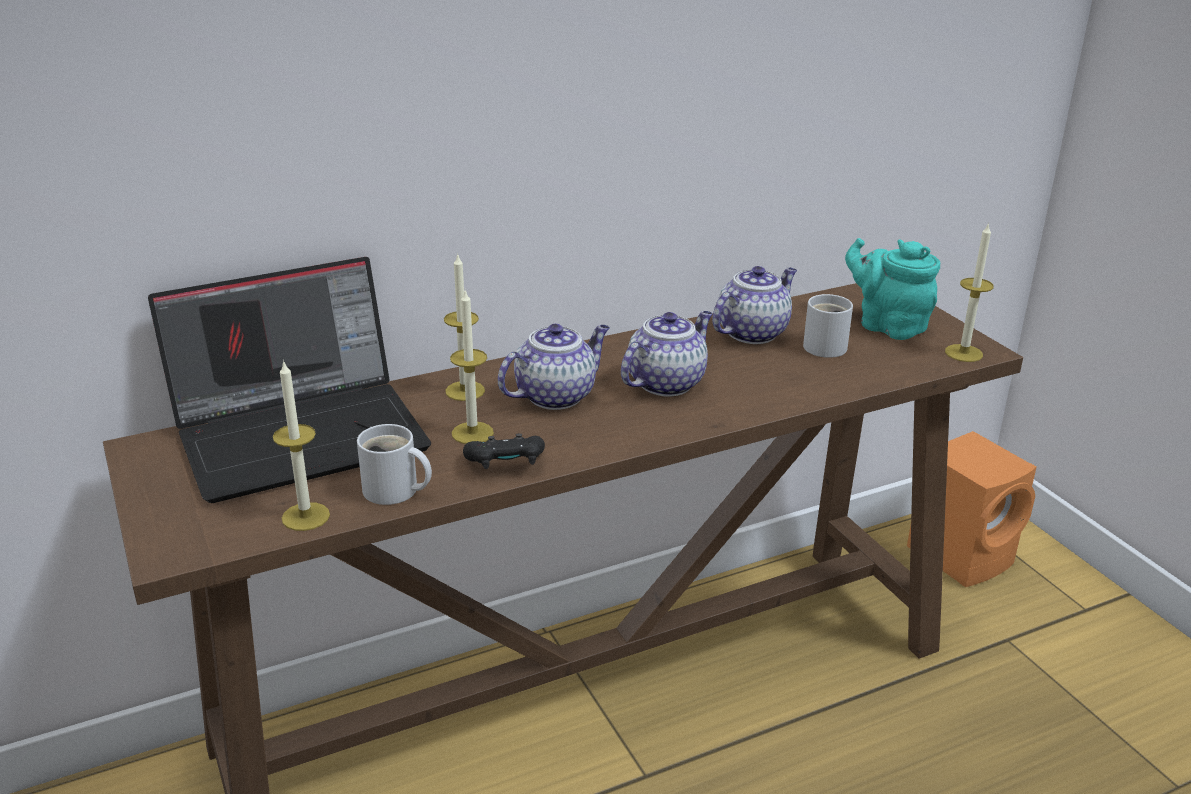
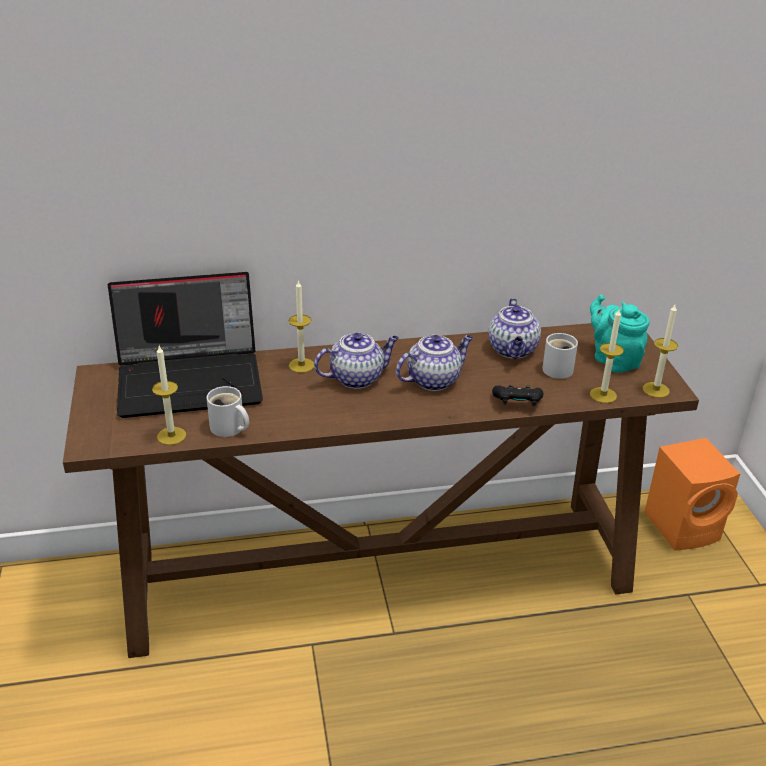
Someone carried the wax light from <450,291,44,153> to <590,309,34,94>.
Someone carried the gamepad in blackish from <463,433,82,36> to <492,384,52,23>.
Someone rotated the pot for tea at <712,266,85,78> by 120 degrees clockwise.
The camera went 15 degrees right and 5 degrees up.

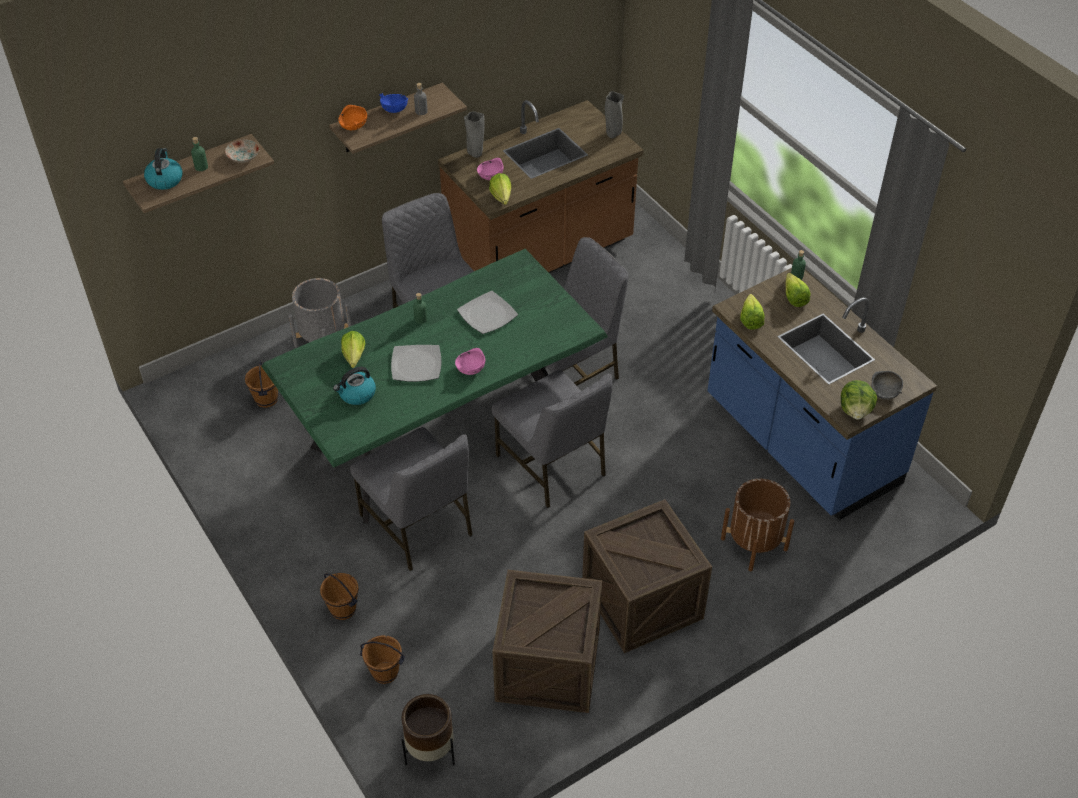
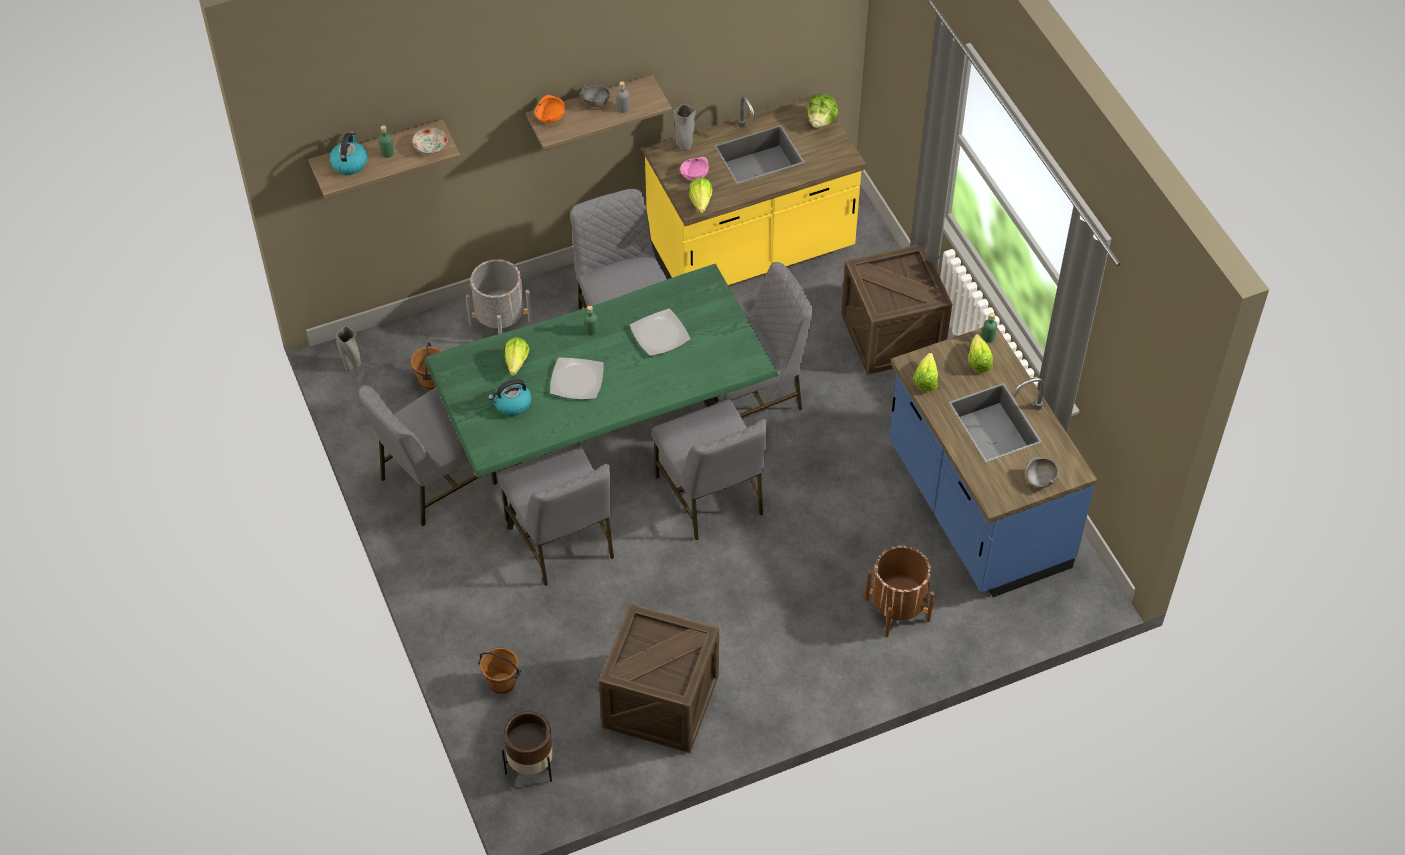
Someone took away the pail in brown-coloured at <320,573,39,47>.
Someone repainted the deep dish in blue-coloured at <379,93,29,20>, which became the deep dish in greyish at <581,85,30,22>.
Someone repainted the counter in brown-coloured at <438,100,206,173>, which became the counter in yellow-coloured at <643,93,223,192>.
Someone took away the deep dish in pinkish at <455,348,30,27>.
Someone carried the crate from <582,499,130,154> to <841,245,111,130>.
Someone carried the flower vase in greyish from <605,91,19,47> to <336,326,25,45>.
Someone carried the lettuce head from <841,380,36,39> to <807,94,32,34>.
Someone put down the plain chair in greyish at <359,385,138,141>.
The camera went 10 degrees right and 5 degrees up.

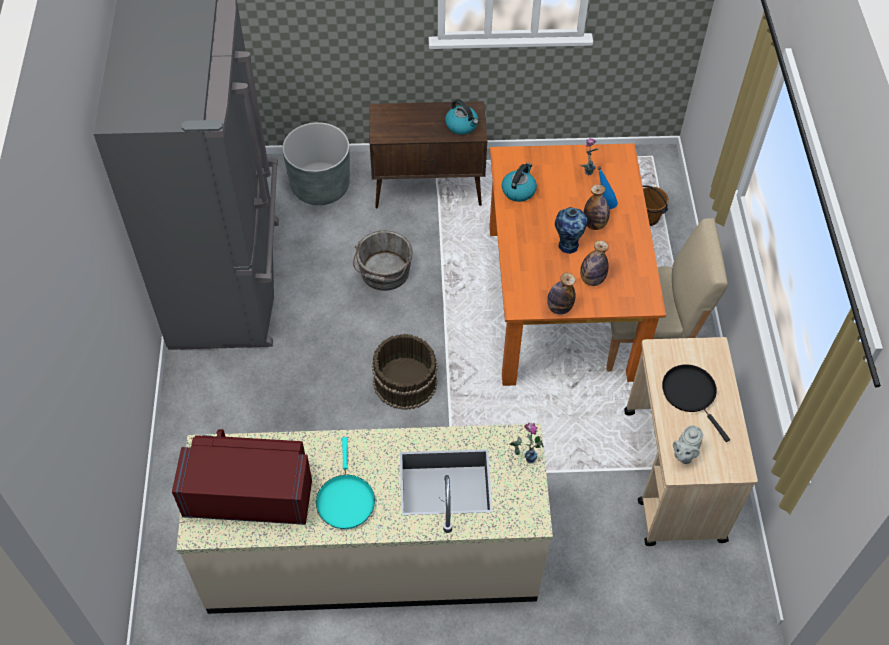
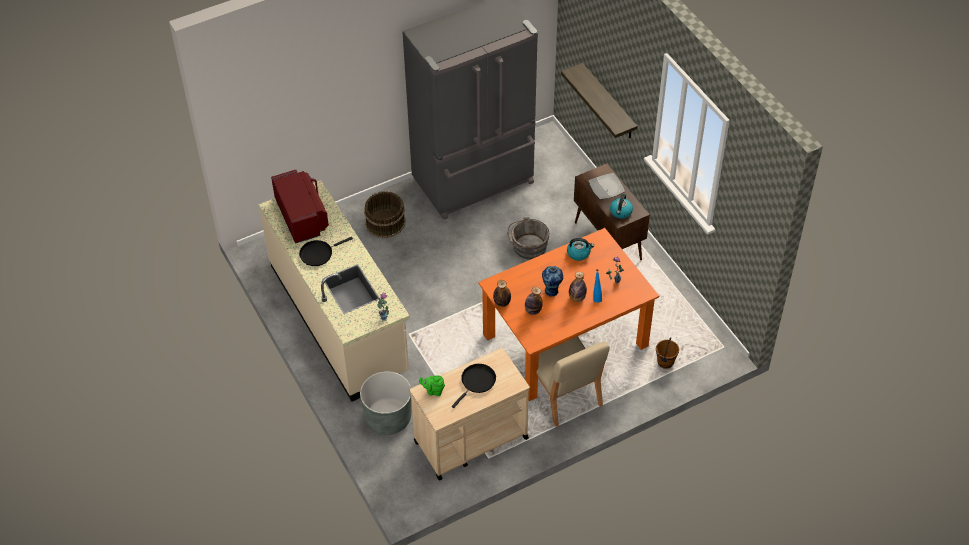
Someone carried the plant pot in greyish from <282,122,68,83> to <360,371,52,64>.
Someone repainted the pan in turquoise-coloured at <316,437,59,92>, which became the pan in blackish at <299,237,54,29>.
Someone carried the pail in brown-coloured from <372,334,66,76> to <364,191,42,47>.
Someone repainted the pot for tea in greyish at <673,425,30,39>, which became the pot for tea in green-coloured at <419,375,26,21>.
Someone put up the shelf at <561,63,77,75>.
Someone put down the flat dish at <589,173,36,26>.
The camera went 65 degrees right and 5 degrees down.

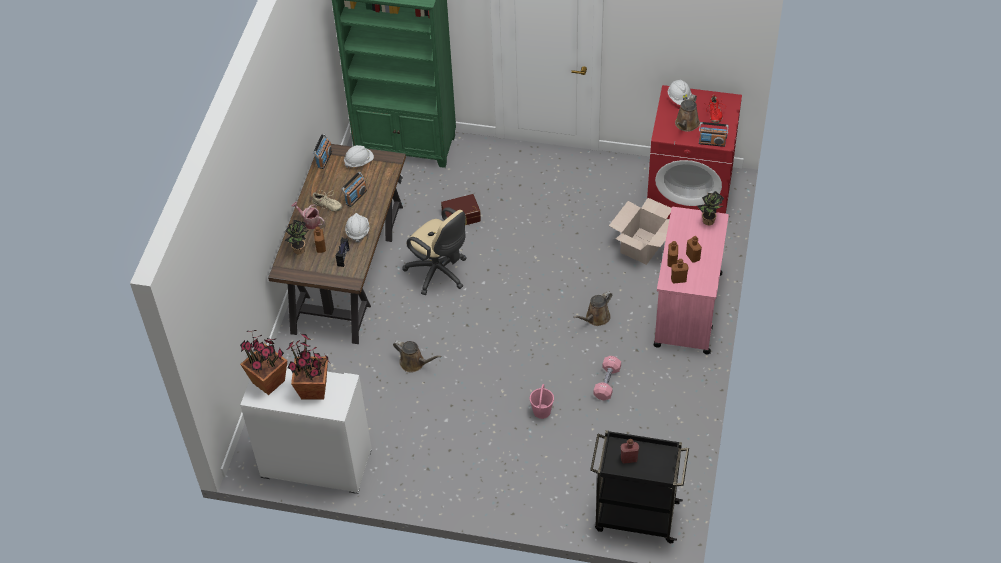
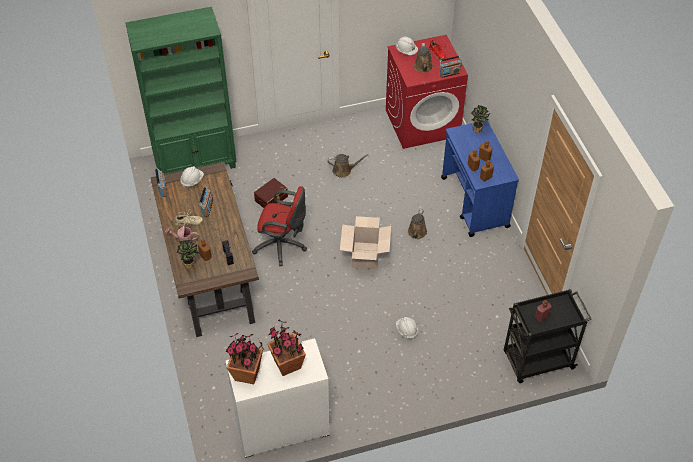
Someone carried the hard hat in white-coloured from <345,213,24,29> to <396,317,22,23>.
Someone carried the watering pot in brown-coloured from <393,340,49,32> to <328,154,41,24>.
Someone repainted the desk chair in sand-coloured at <402,207,65,88>, which became the desk chair in red at <252,186,55,80>.
Someone took away the pail in pinkish at <530,384,24,35>.
Someone took away the free weight in pinkish at <593,356,28,44>.
Someone carried the cardboard box from <609,198,62,67> to <340,216,51,53>.
Someone repainted the cart in pinkish at <654,207,75,147>, which became the cart in blue-coloured at <441,120,78,117>.
The camera went 30 degrees left and 0 degrees up.

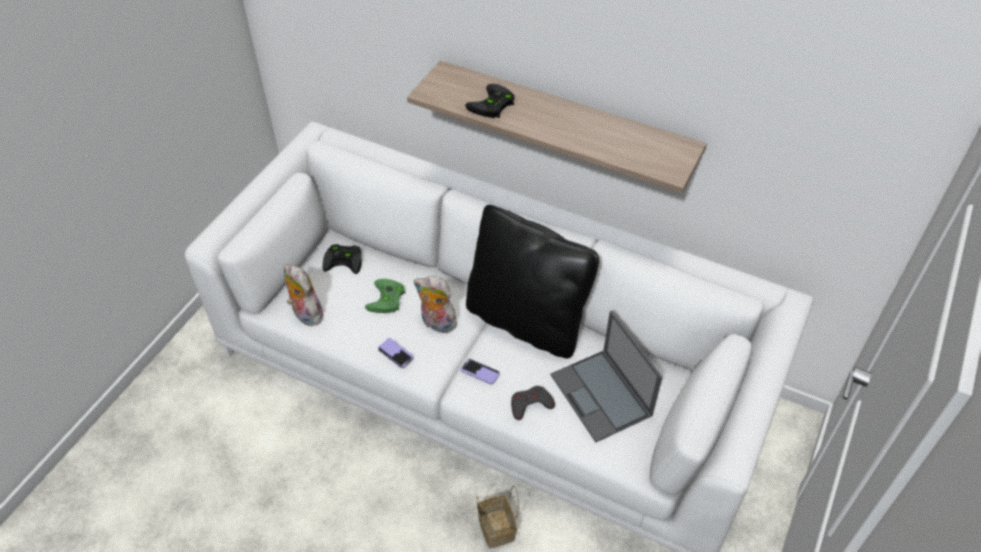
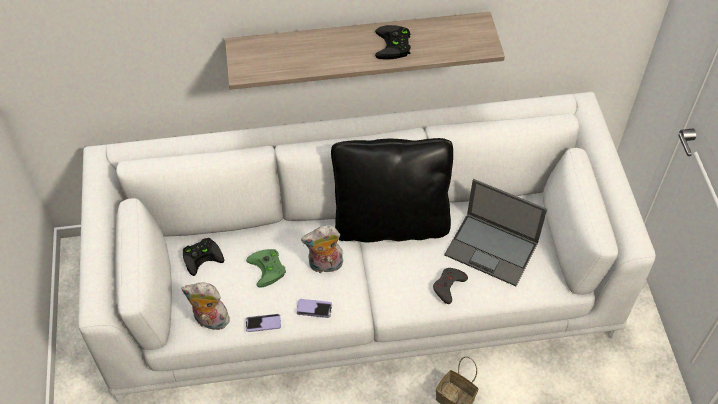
Someone carried the handset from <461,359,39,26> to <245,314,36,18>.
Someone carried the gamepad in blackish from <465,84,50,34> to <375,25,36,34>.
The camera went 35 degrees left and 5 degrees up.

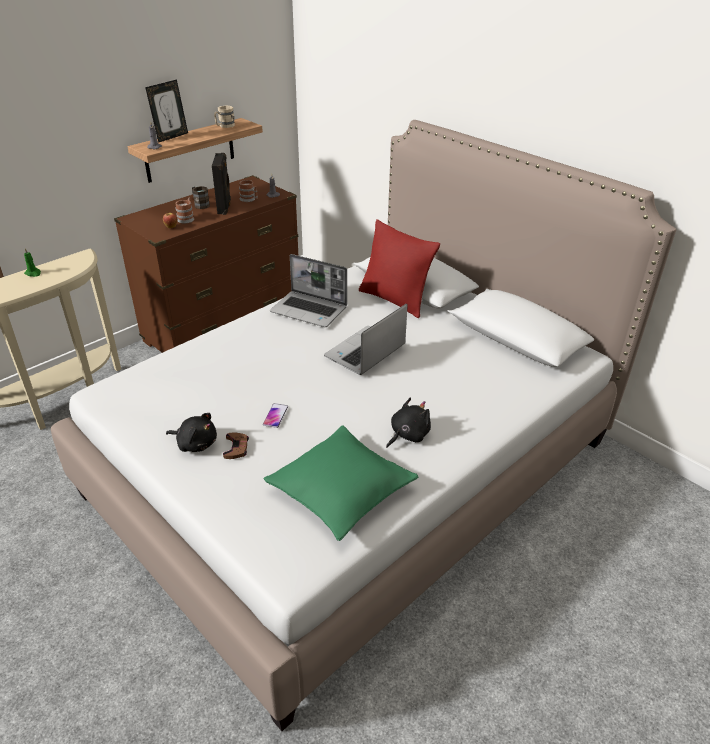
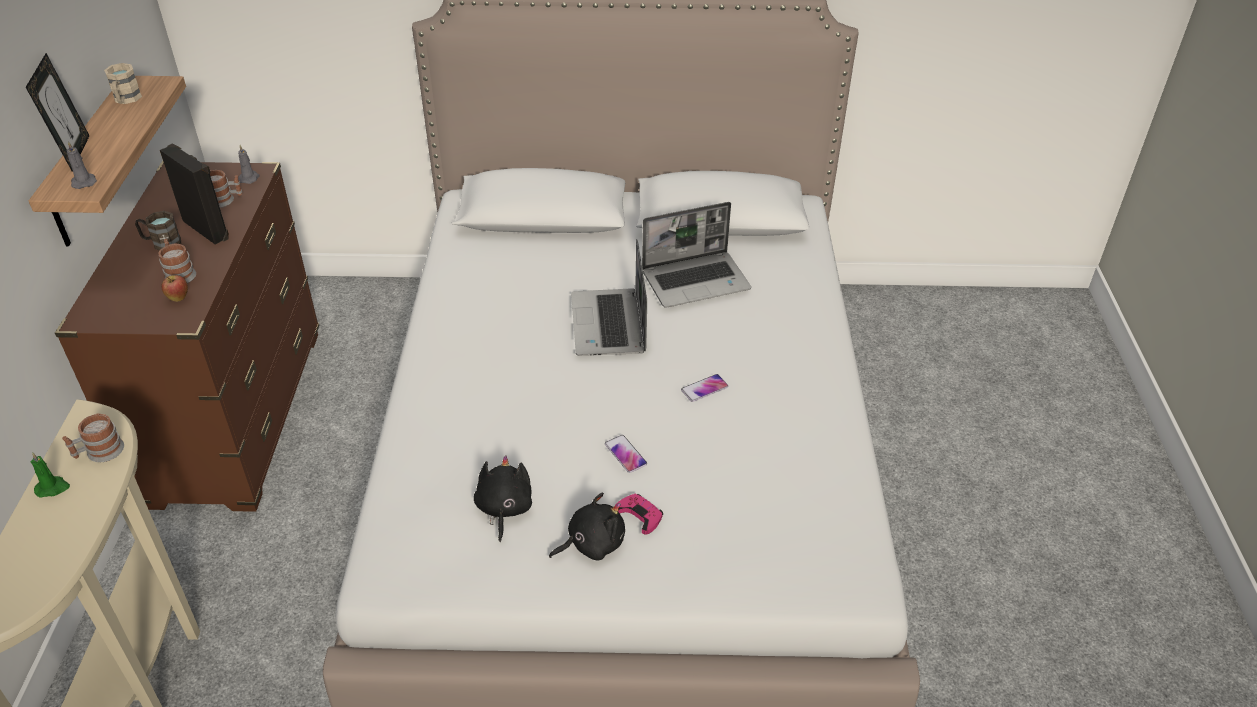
Someone repainted the gamepad in brown-coloured at <223,433,26,26>, which became the gamepad in pinkish at <616,494,47,41>.
Someone took away the throw pillow in green-coloured at <263,425,155,116>.
Someone carried the portable computer from <270,254,77,73> to <642,202,109,106>.
Someone took away the throw pillow in red at <359,220,81,98>.
Someone carried the soft toy in blackish from <386,397,45,51> to <474,455,58,87>.
Someone put down the coffee mug at <62,413,62,49>.
Someone put down the handset at <681,374,47,28>.
The camera went 45 degrees left and 5 degrees up.

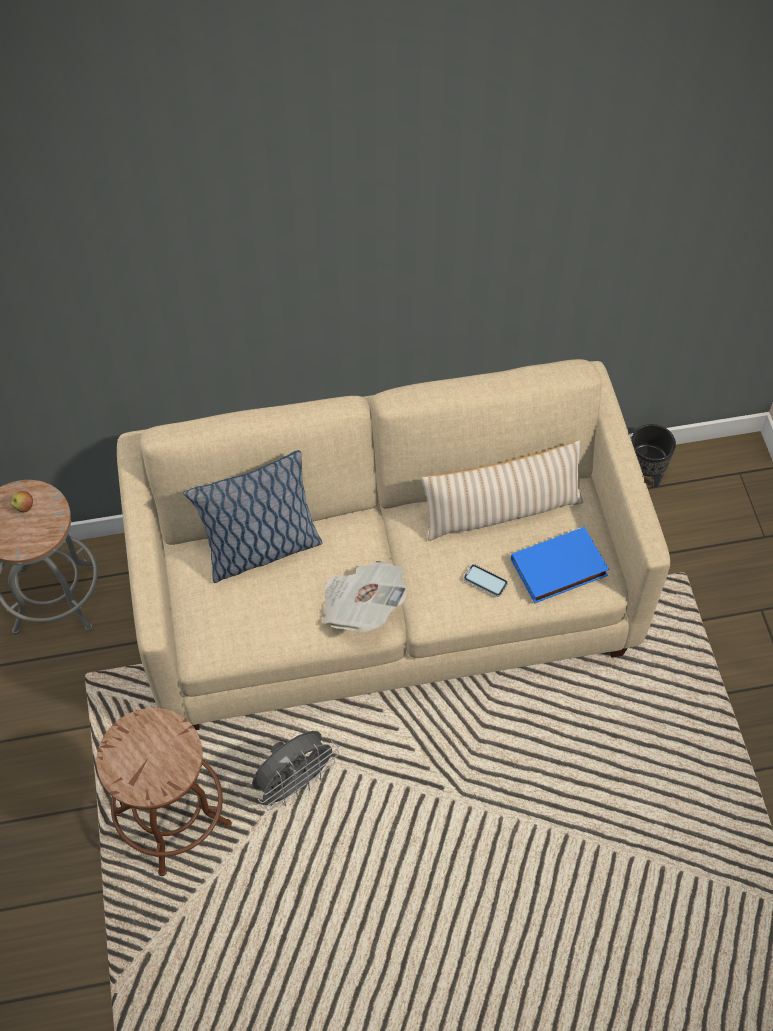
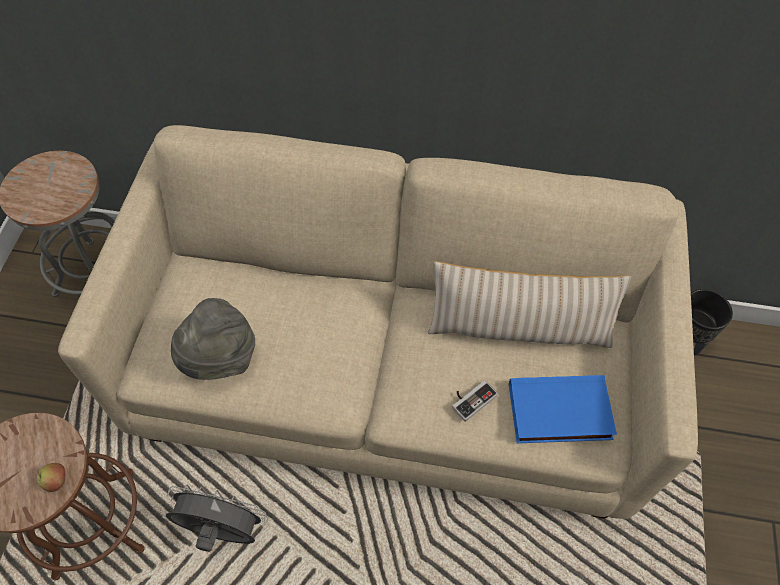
Someone carried the whole apple from <11,491,22,21> to <37,463,29,29>.
Someone took away the throw pillow at <183,450,140,133>.
Someone rotated the electric fan in greyish at <252,731,87,80> by 150 degrees counterclockwise.
Someone took away the daily paper at <322,561,85,72>.
Someone swapped the handset at <464,564,44,33> for the gamepad at <452,380,46,42>.
Someone put down the clothing hat in greyish at <171,298,84,82>.
The camera went 20 degrees right and 0 degrees up.

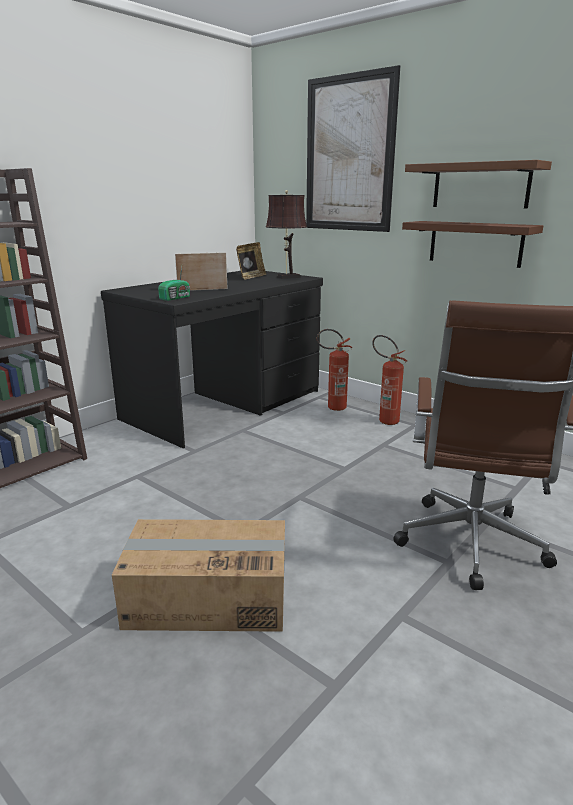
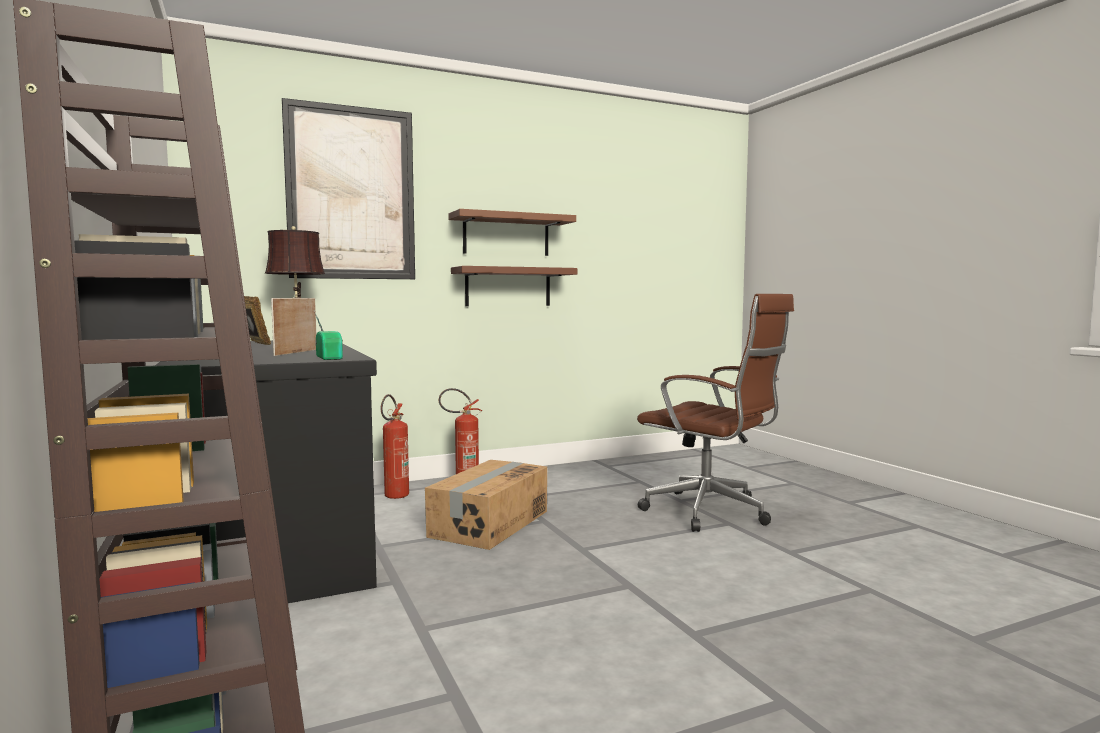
Someone carried the cardboard box from <112,519,173,113> to <425,460,122,90>.
The camera went 65 degrees left and 15 degrees down.

